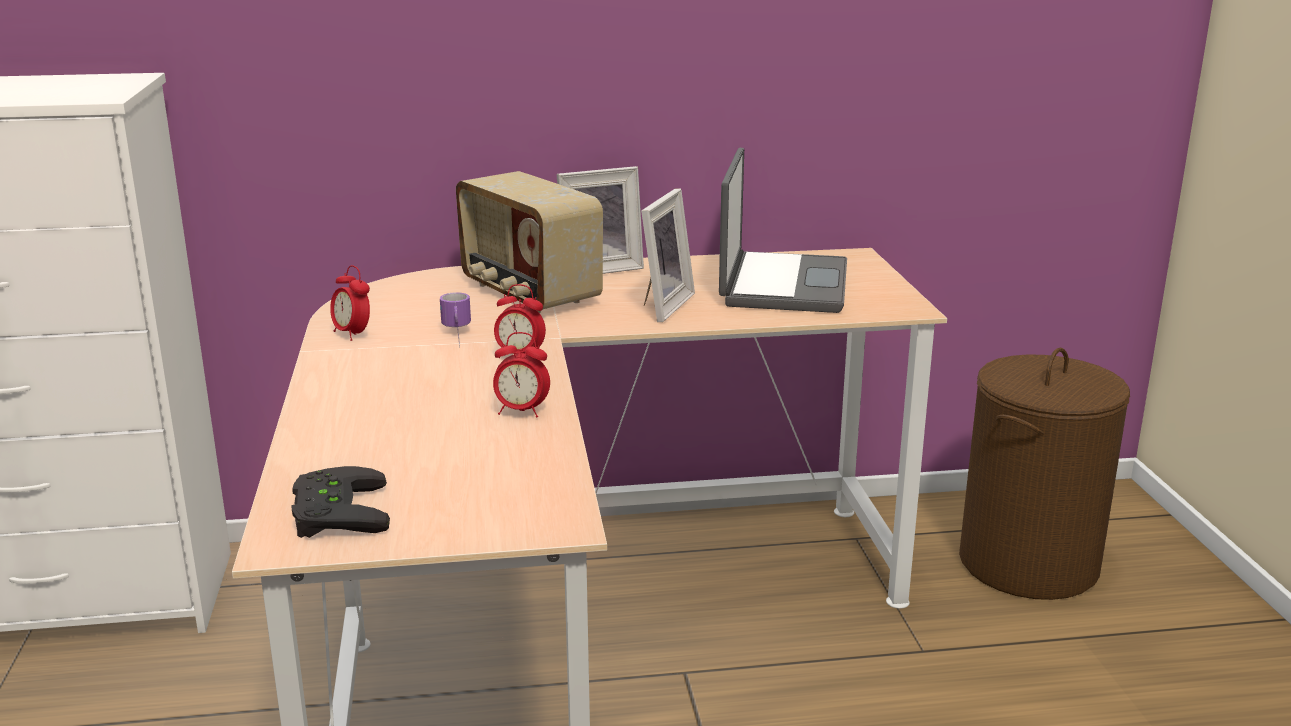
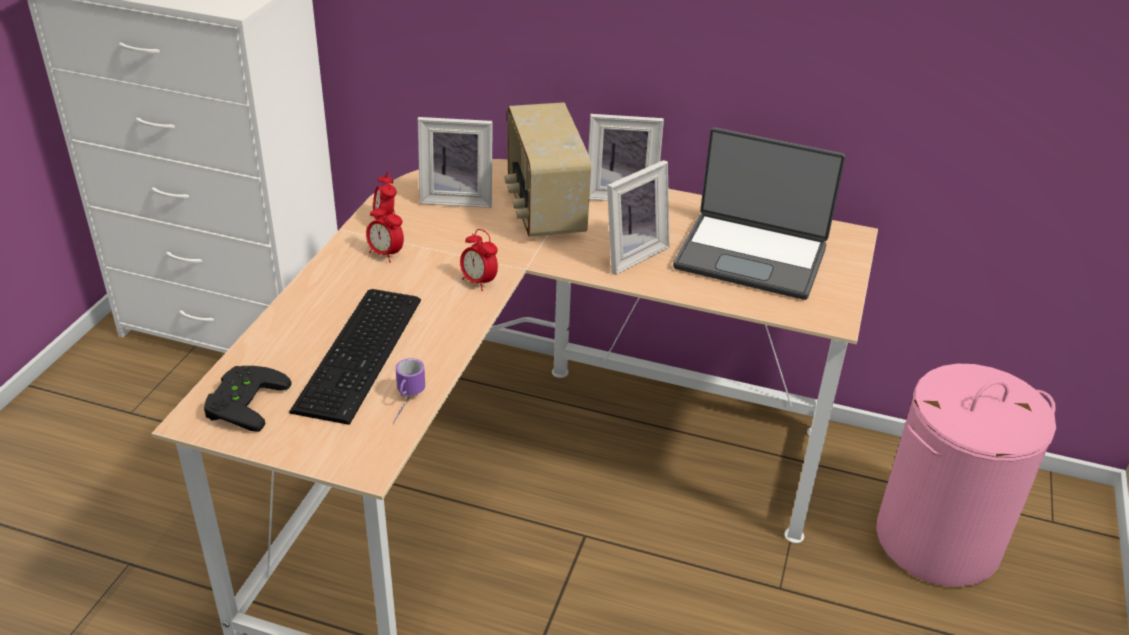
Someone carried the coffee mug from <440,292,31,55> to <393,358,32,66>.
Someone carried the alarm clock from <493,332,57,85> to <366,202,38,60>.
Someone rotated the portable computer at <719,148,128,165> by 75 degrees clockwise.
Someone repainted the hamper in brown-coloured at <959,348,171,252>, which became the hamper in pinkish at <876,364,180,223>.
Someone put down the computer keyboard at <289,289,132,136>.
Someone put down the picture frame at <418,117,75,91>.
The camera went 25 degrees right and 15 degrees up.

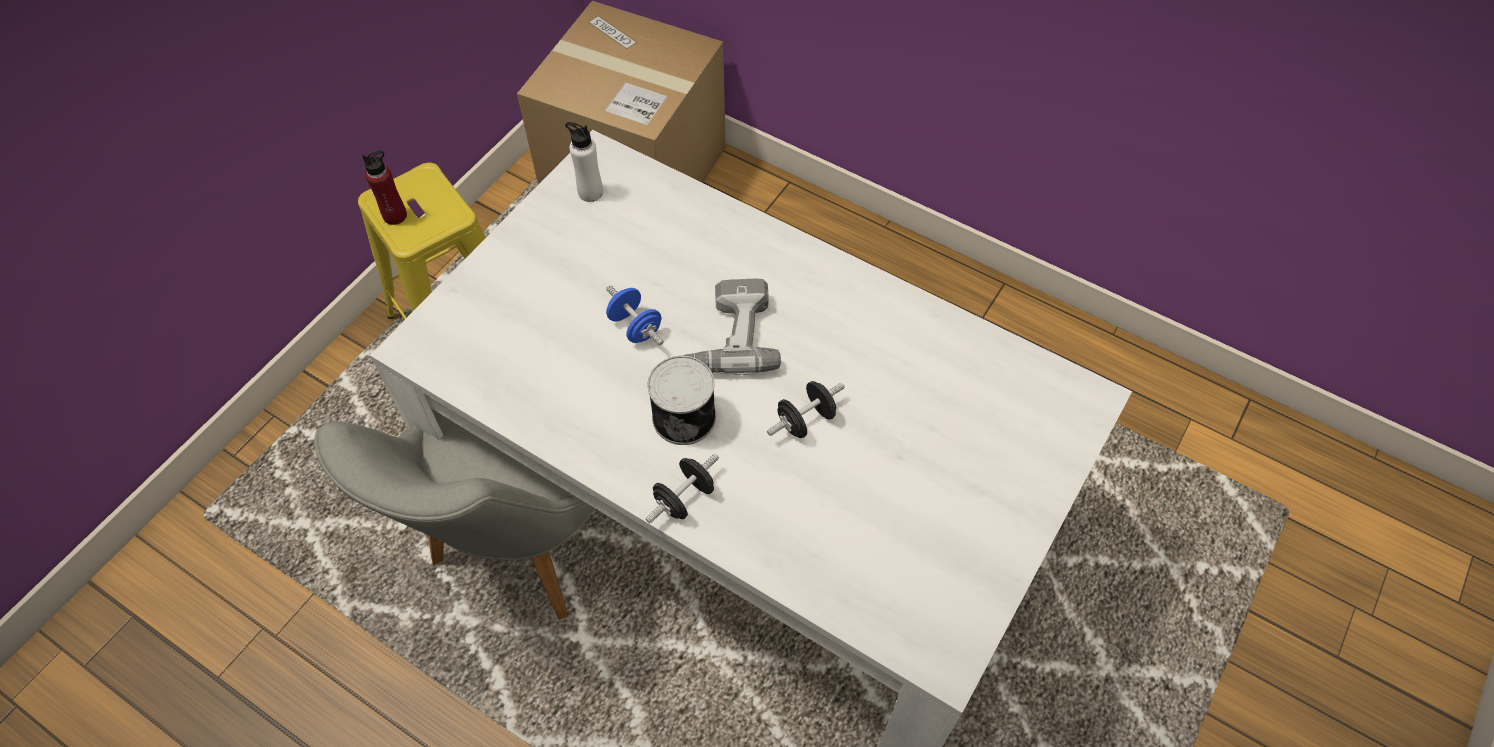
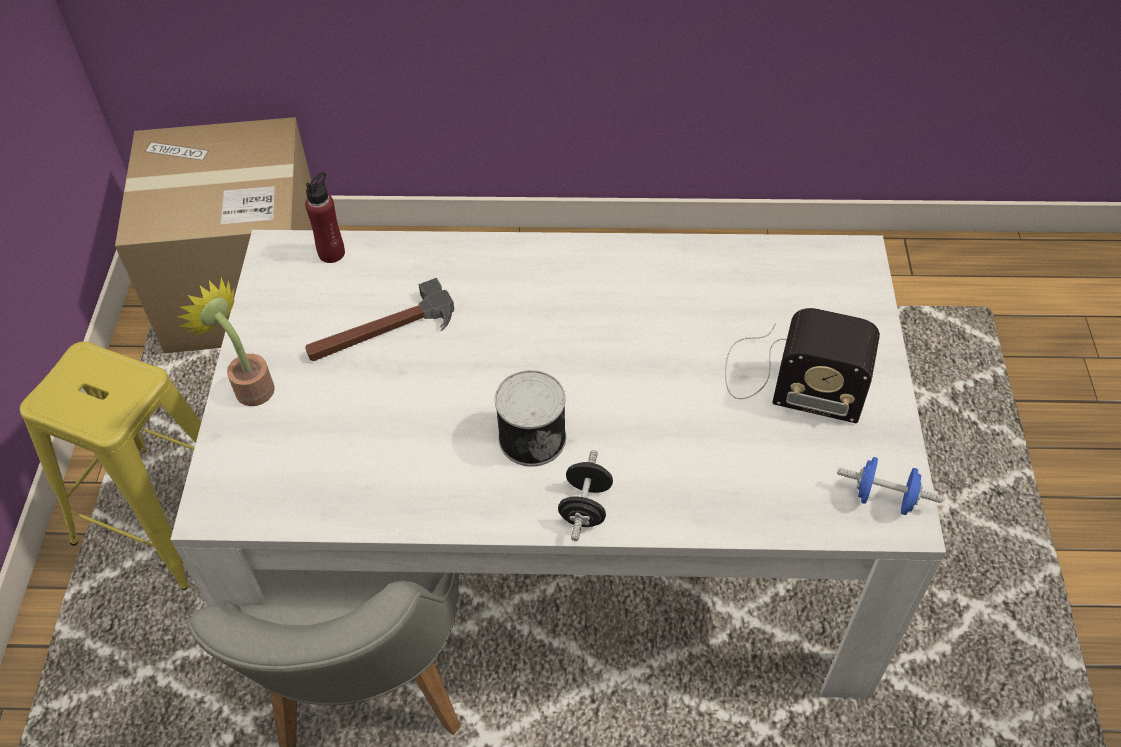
Someone carried the drink bottle in red from <362,150,45,75> to <305,172,40,91>.
Someone took away the drink bottle in white-coloured at <565,122,38,80>.
Someone carried the free weight in blue-coloured from <606,285,58,60> to <837,457,106,58>.
Someone took away the drill at <683,279,98,96>.
Someone took away the free weight in blackish at <767,381,78,57>.
Someone put down the houseplant at <176,277,99,129>.
Someone put down the hammer at <305,278,149,83>.
Someone put down the radio at <725,308,155,115>.
The camera went 30 degrees left and 5 degrees down.

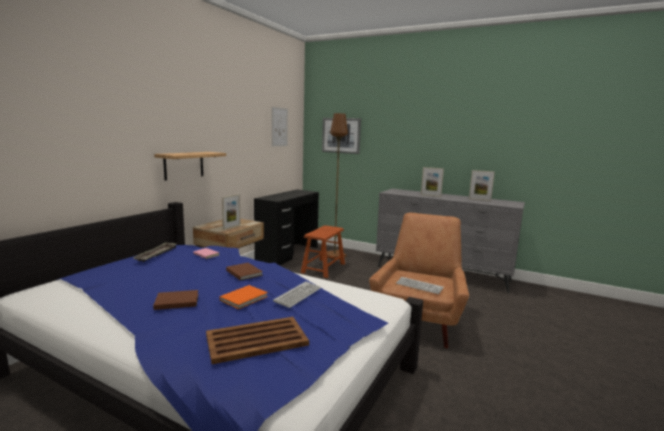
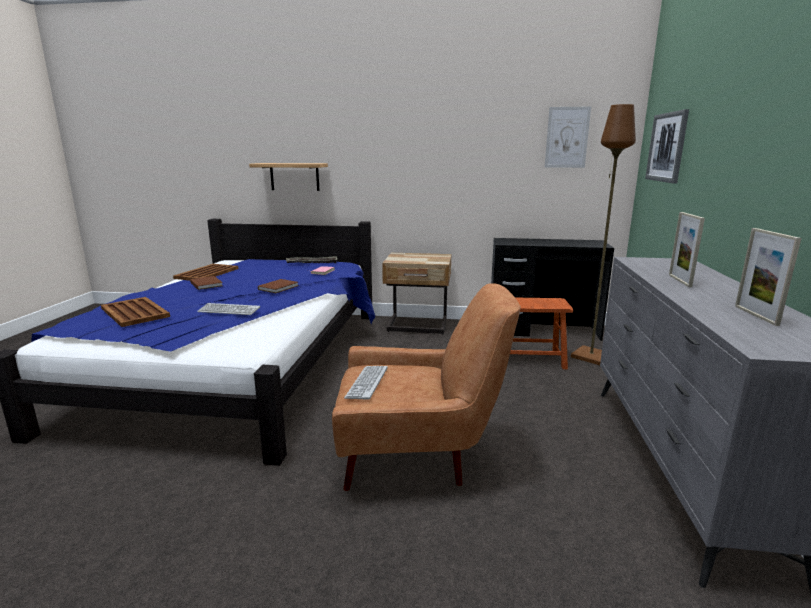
Someone carried the shelf from <154,152,72,29> to <249,163,79,28>.
Someone took away the bound book in orange at <220,285,48,24>.
Someone took away the picture frame at <222,194,19,36>.
Someone put down the carrying tray in brown-coloured at <173,264,65,17>.
The camera went 70 degrees right and 5 degrees up.

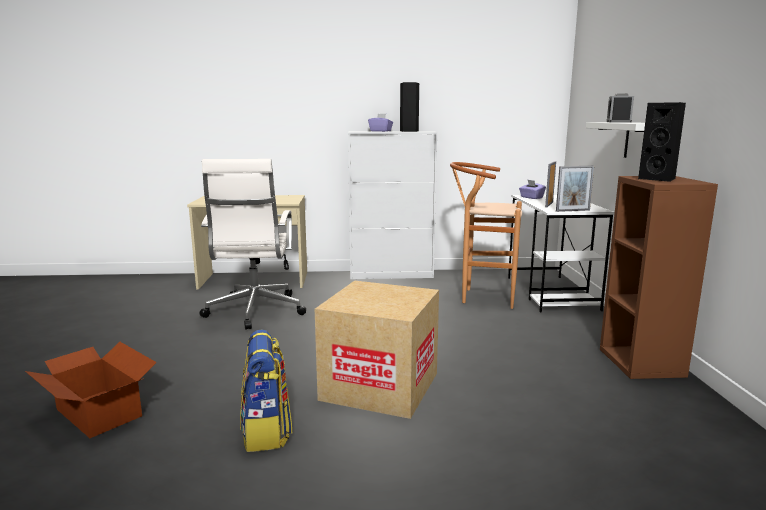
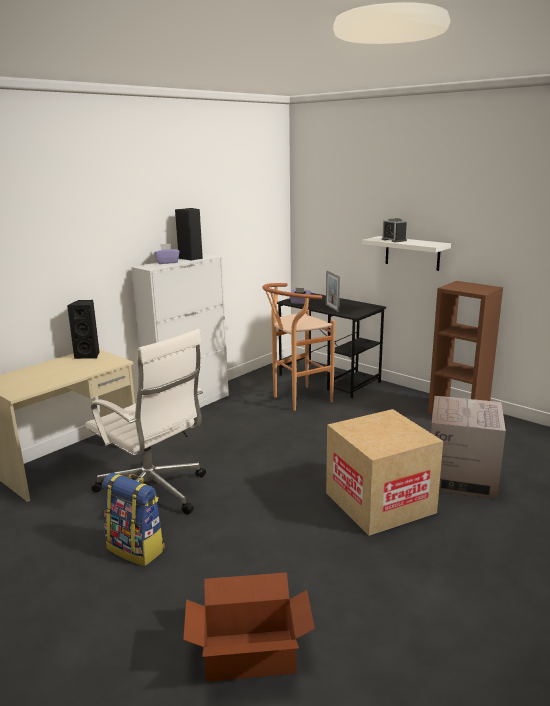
Someone carried the knapsack from <240,330,52,122> to <102,473,63,93>.
Someone repainted the desk in white-coloured at <508,195,107,117>, which became the desk in blackish at <277,293,109,105>.
Someone took away the picture frame at <556,166,38,46>.
Someone carried the loudspeaker in blackish from <638,102,48,80> to <67,300,33,59>.
Someone put down the cardboard box at <431,396,75,103>.
The camera went 45 degrees left and 5 degrees up.

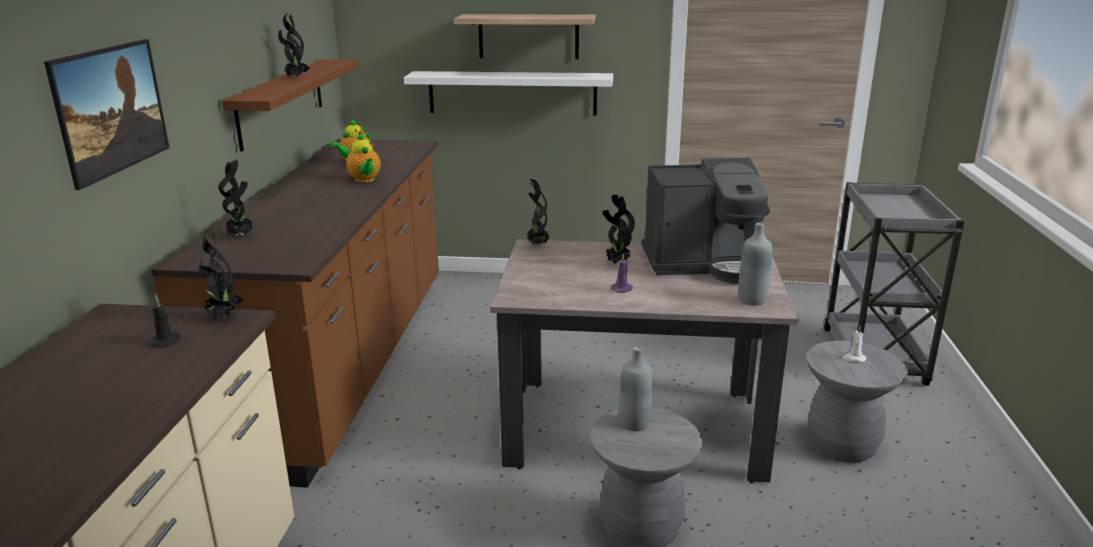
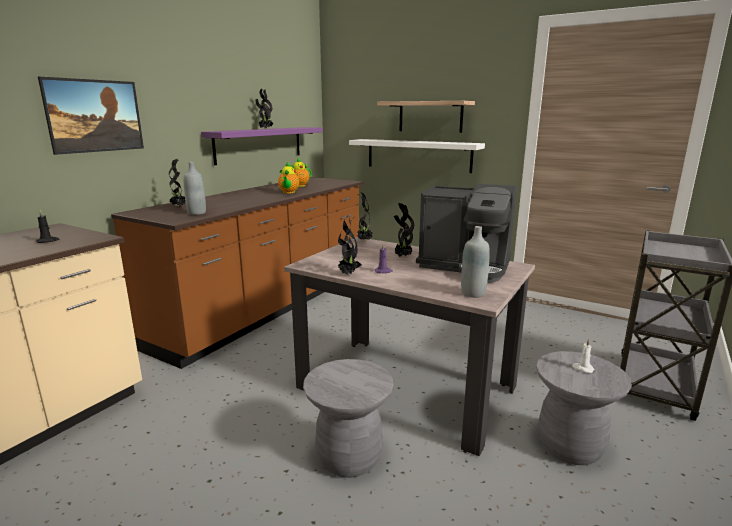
Someone carried the houseplant from <199,228,45,92> to <338,215,24,59>.
Someone repainted the shelf in brown-coloured at <222,59,137,93>, which became the shelf in purplish at <201,127,122,38>.
Someone carried the drink bottle in greyish from <619,347,33,84> to <183,162,23,53>.
The camera went 25 degrees right and 5 degrees down.

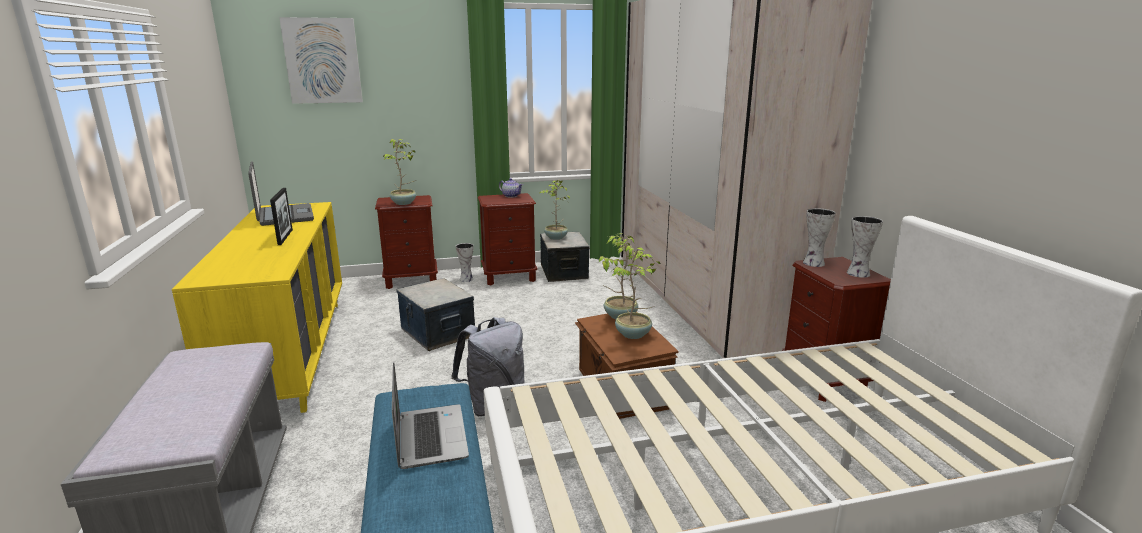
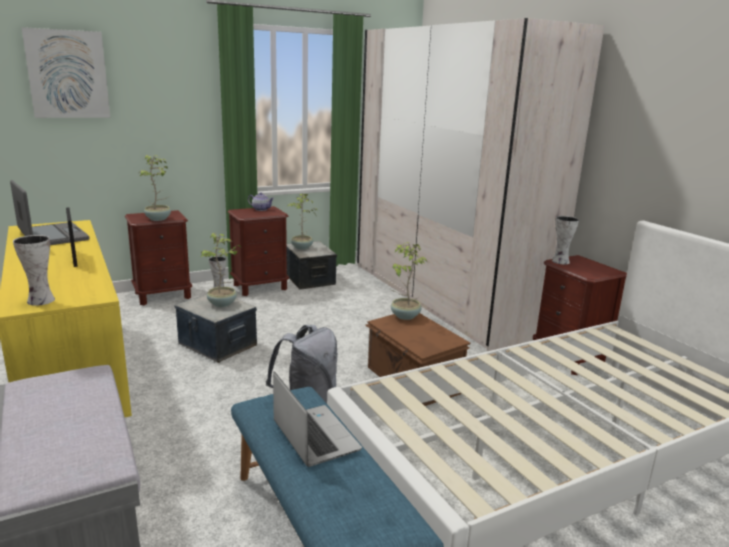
Someone carried the houseplant from <612,245,48,94> to <200,233,41,74>.
Someone carried the flower vase from <847,216,36,62> to <13,235,42,71>.
The camera went 15 degrees left and 0 degrees up.

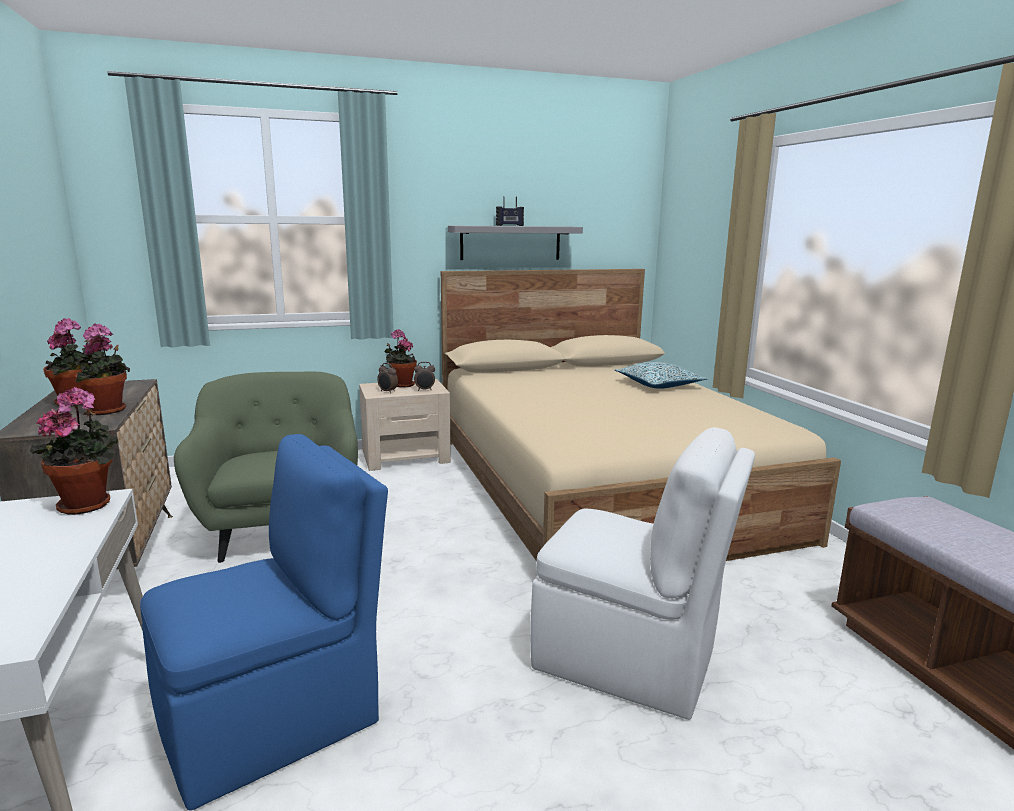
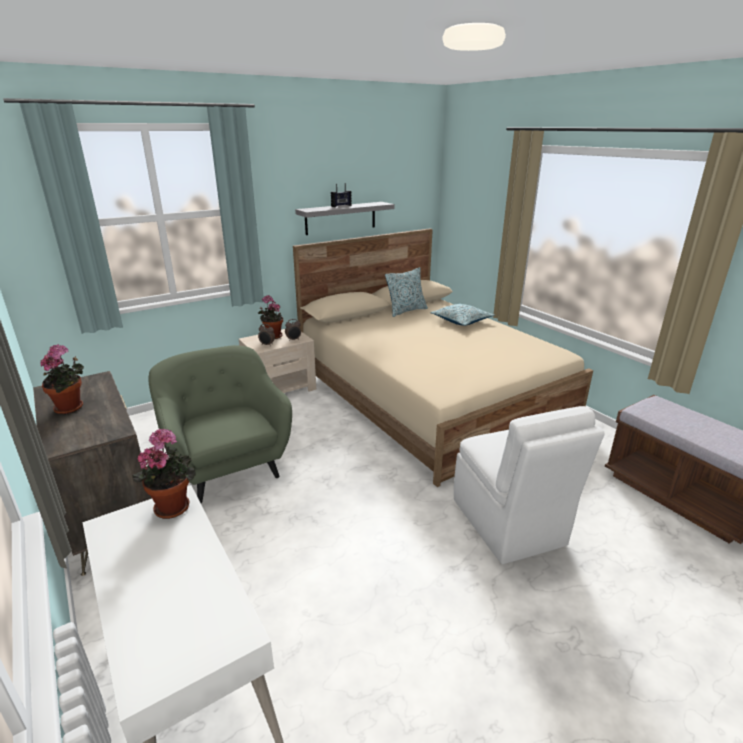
Someone took away the houseplant at <75,324,55,91>.
Someone took away the plain chair in blue-coloured at <140,434,248,376>.
Someone rotated the plain chair in white-coloured at <530,427,225,293> by 60 degrees clockwise.
Someone put down the throw pillow at <385,267,43,50>.
The camera went 15 degrees left and 10 degrees up.

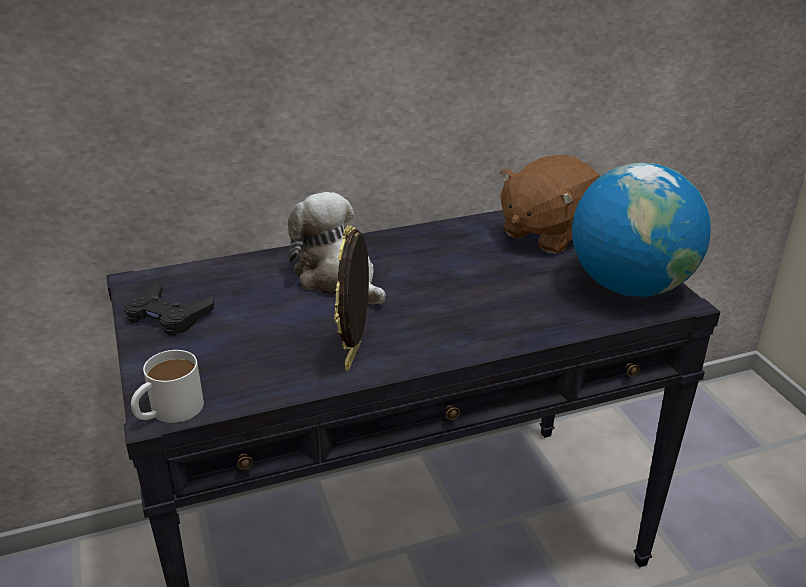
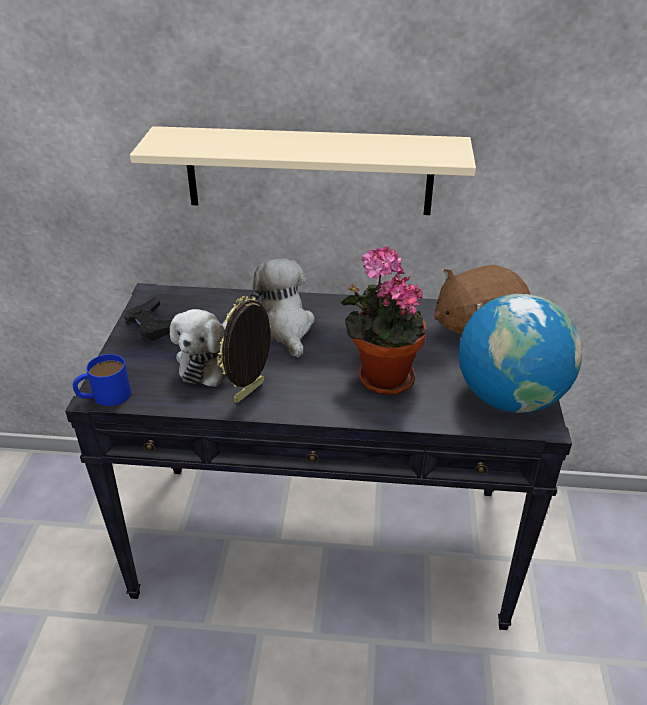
Someone repainted the coffee mug in white-coloured at <131,350,73,73>, which became the coffee mug in blue-coloured at <73,354,58,52>.
Someone put up the shelf in sand-coloured at <130,126,346,89>.
Someone put down the soft toy at <170,309,57,78>.
Someone put down the houseplant at <340,246,87,149>.
The camera went 25 degrees right and 5 degrees up.

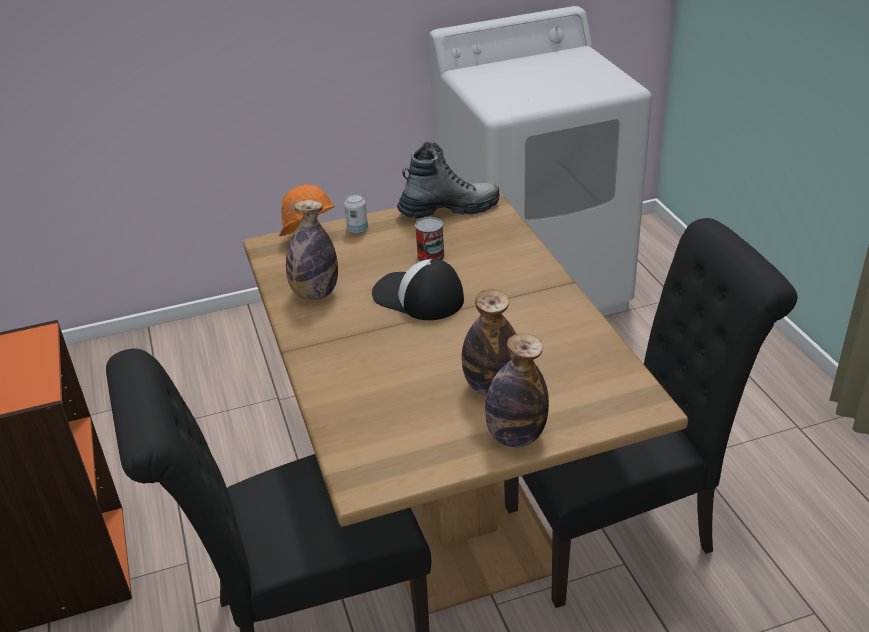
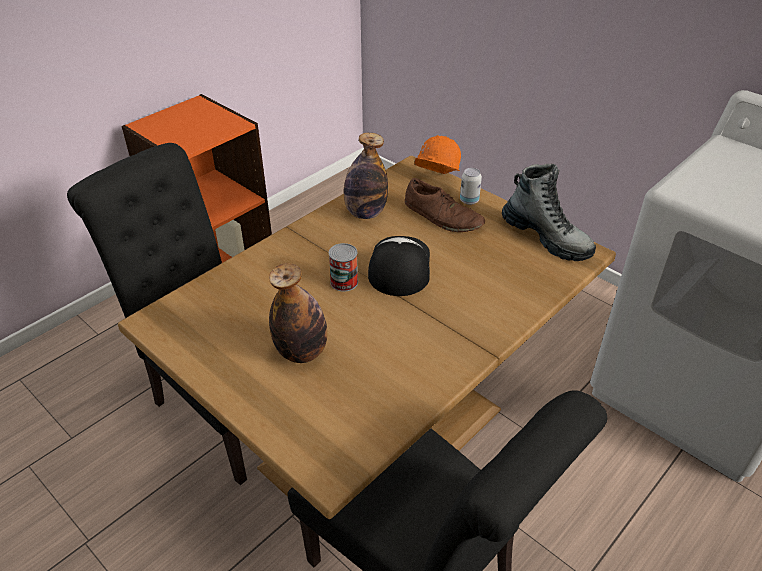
Someone carried the can from <415,217,30,45> to <329,243,29,49>.
Someone took away the drink bottle at <485,333,64,114>.
Someone put down the low shoe in brown-coloured at <405,178,80,54>.
The camera went 60 degrees right and 5 degrees up.

